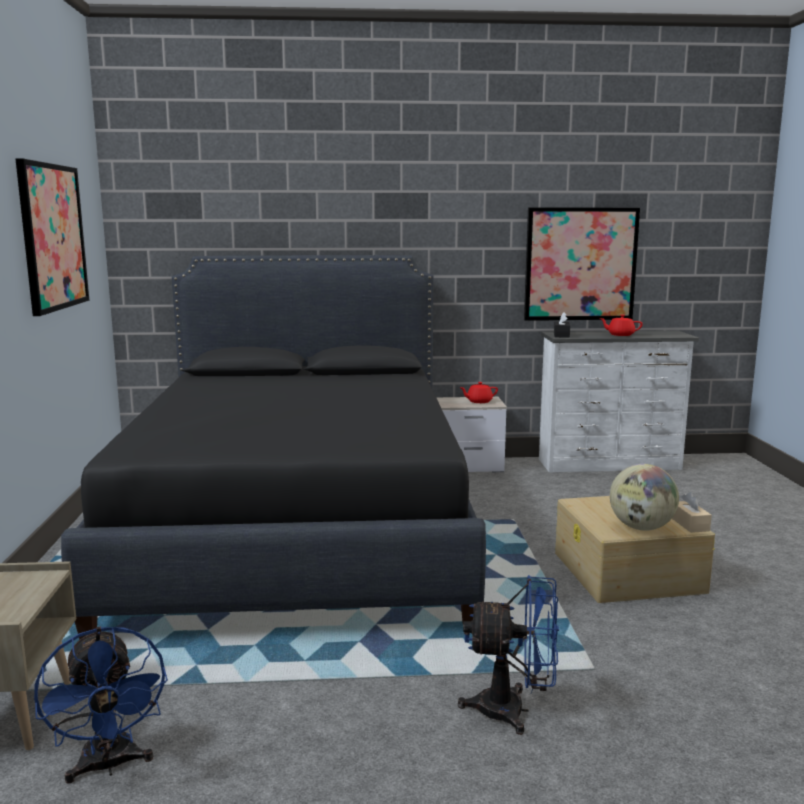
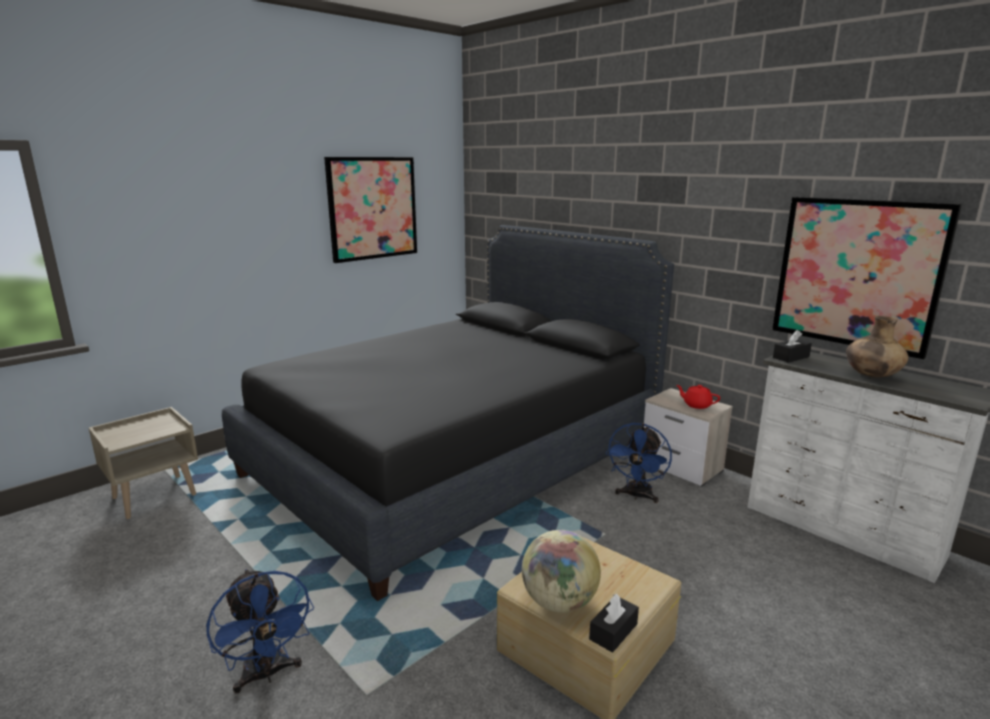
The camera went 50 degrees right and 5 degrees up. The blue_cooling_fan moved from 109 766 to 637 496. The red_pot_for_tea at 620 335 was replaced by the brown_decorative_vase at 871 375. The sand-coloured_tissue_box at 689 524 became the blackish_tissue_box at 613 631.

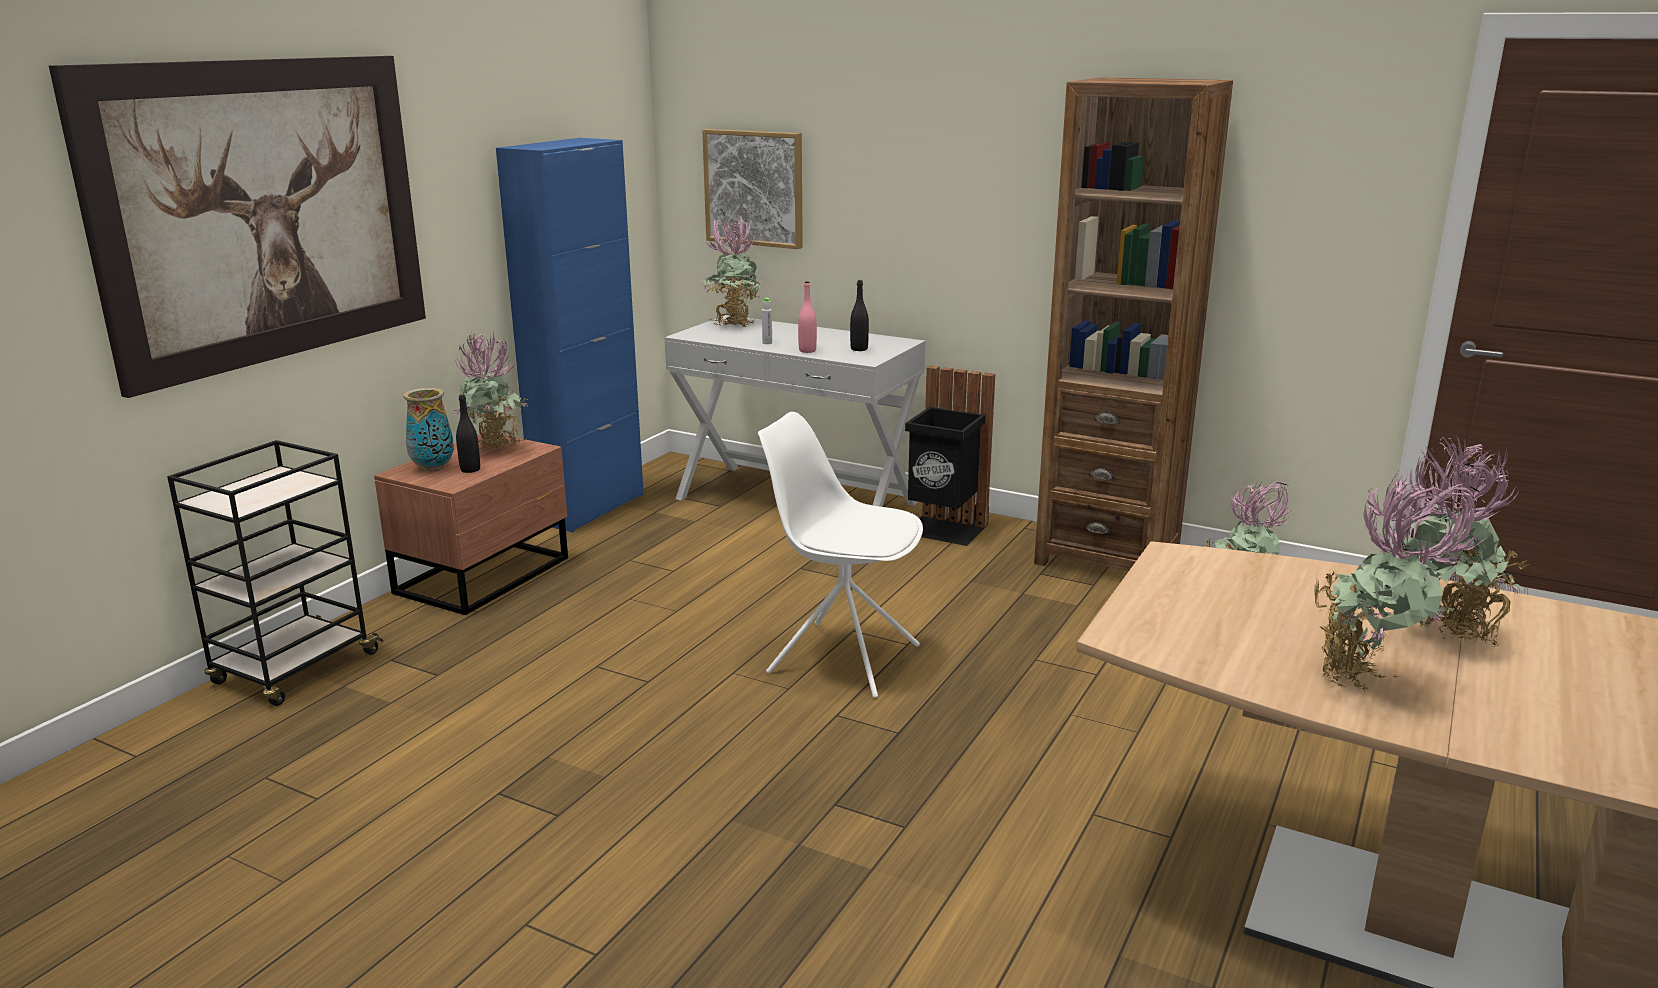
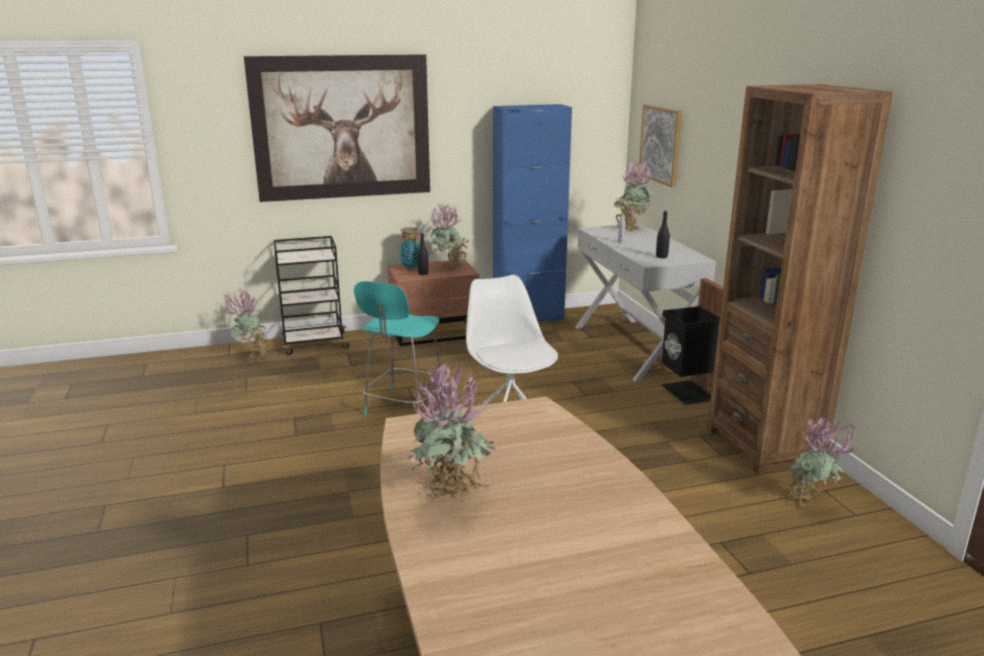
The camera went 45 degrees right and 0 degrees up. The pink_bottle at 807 351 disappeared. The plant_in_a_pot moved from 1443 638 to 251 357. The blue-green_upright_chair at 403 408 appeared.

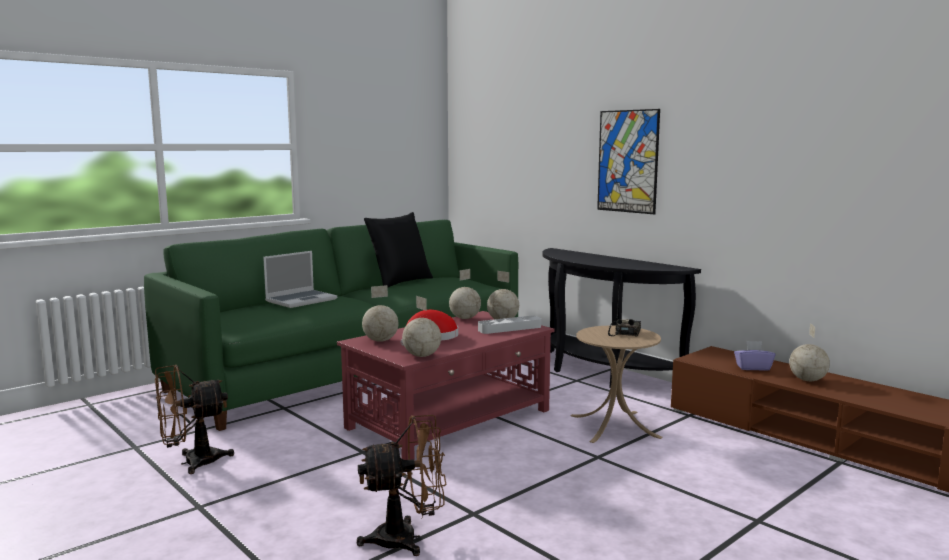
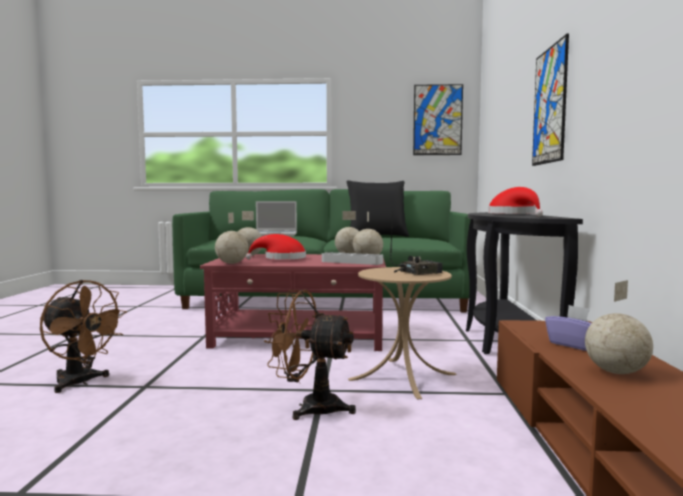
The camera went 45 degrees right and 5 degrees down. The brown_cooling_fan moved from 192 462 to 310 407. The wall_art at 437 120 appeared. The red_clothing_hat at 514 215 appeared.

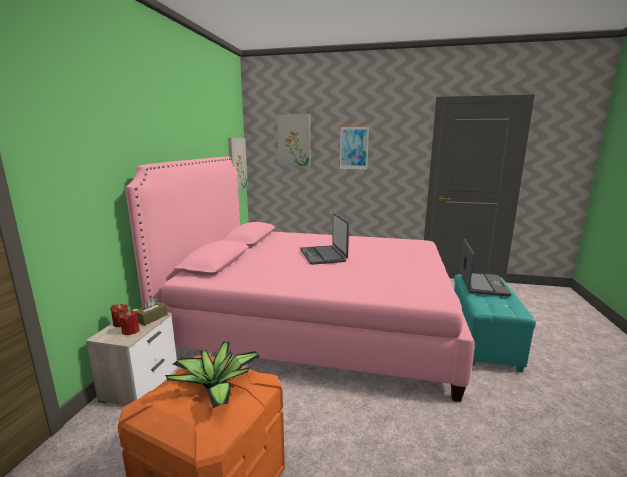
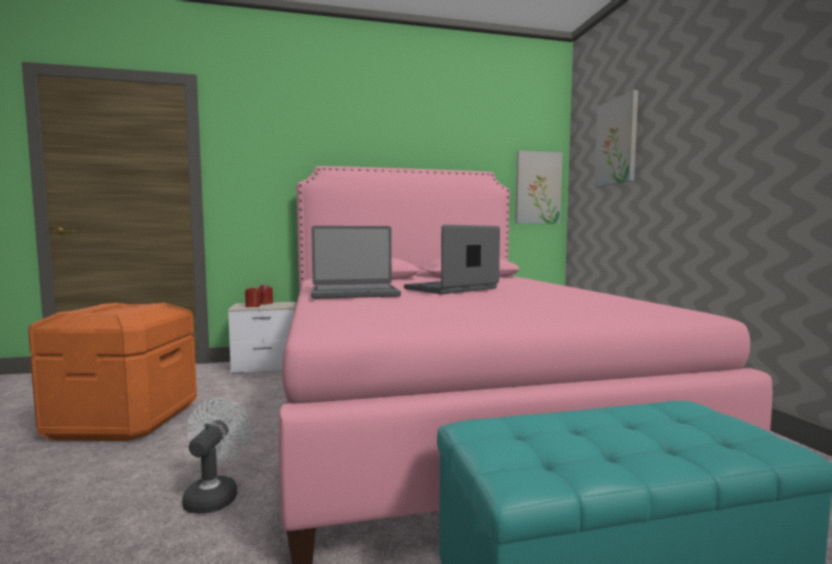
The camera went 65 degrees right and 10 degrees down. The brown_tissue_box at 152 318 disappeared. The plant_in_a_pot at 216 387 disappeared. The wall_art at 354 148 disappeared. The notebook_computer moved from 482 284 to 354 293. The white-coloured_cooling_fan at 214 495 appeared.

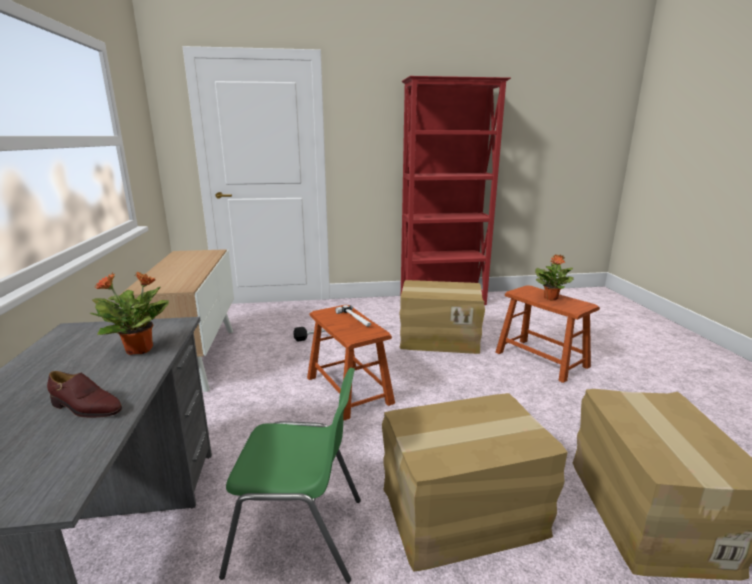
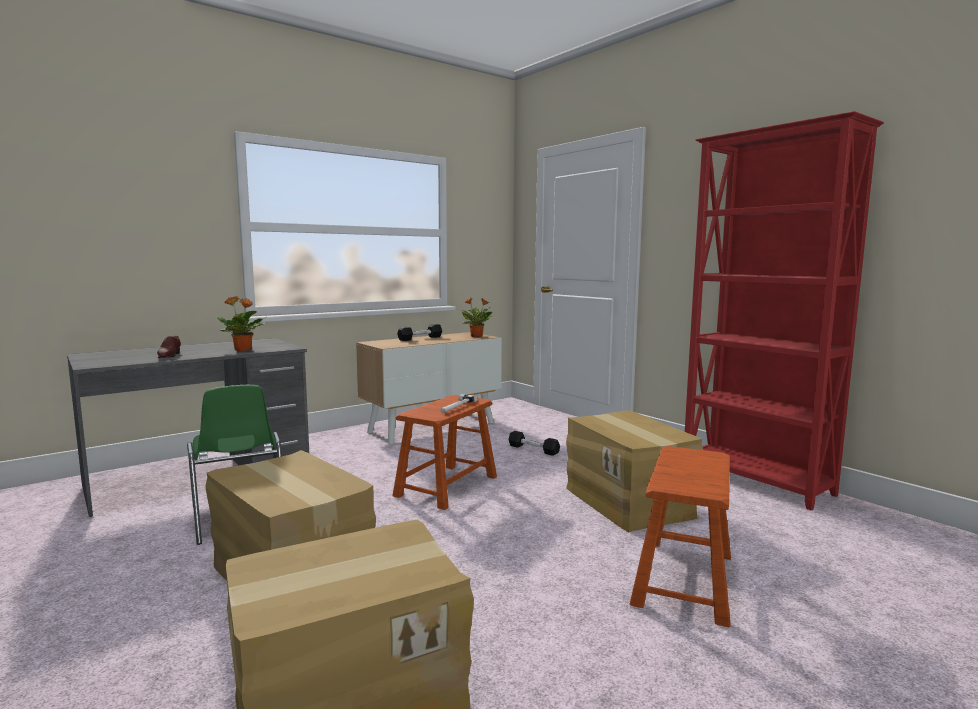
The camera went 60 degrees right and 10 degrees down. The plant_in_a_pot moved from 551 298 to 477 336. The blackish_dumbbell at 420 338 appeared.

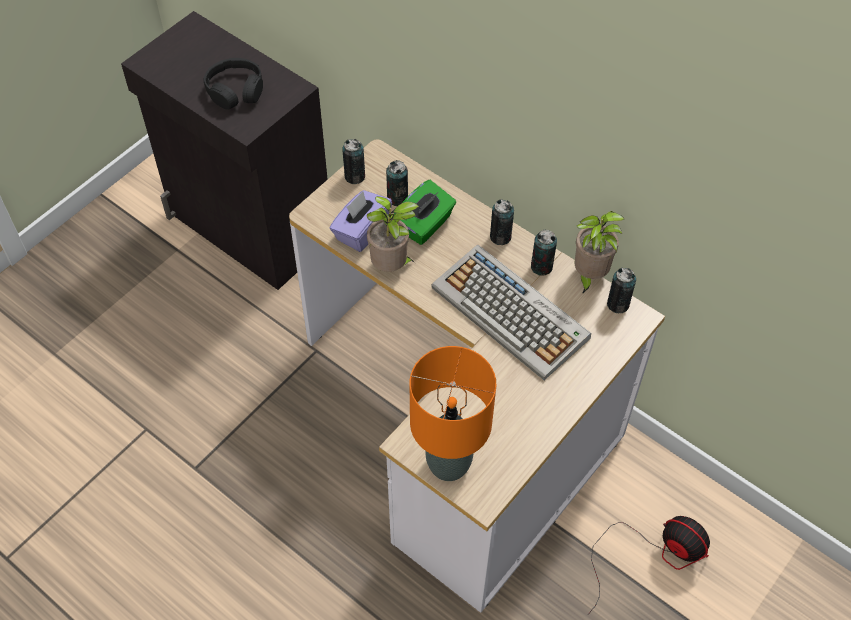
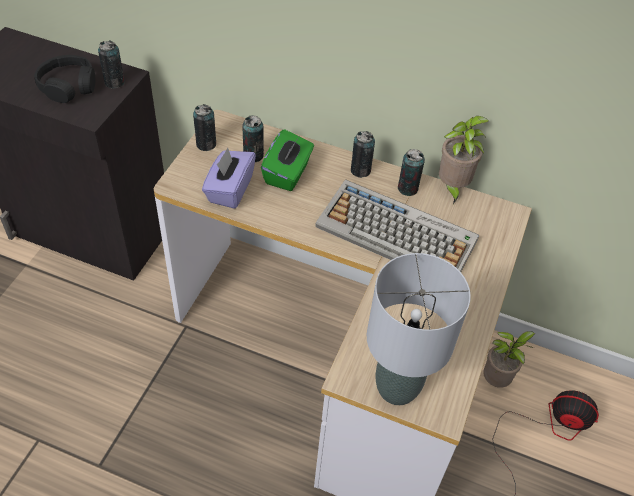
The camera went 20 degrees left and 5 degrees down. The plant_in_a_pot moved from 392 267 to 497 380. The orange-coloured_tabletop_lamp at 448 464 became the gray_tabletop_lamp at 396 388. The metal_can moved from 618 304 to 114 82.

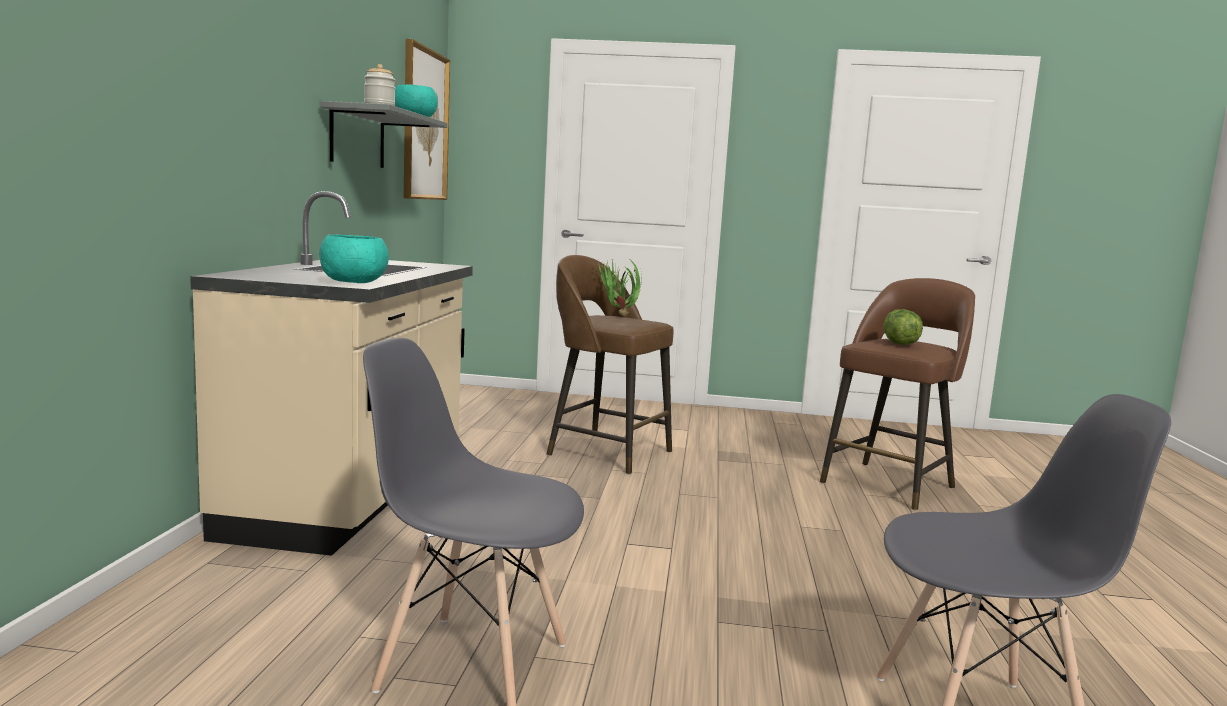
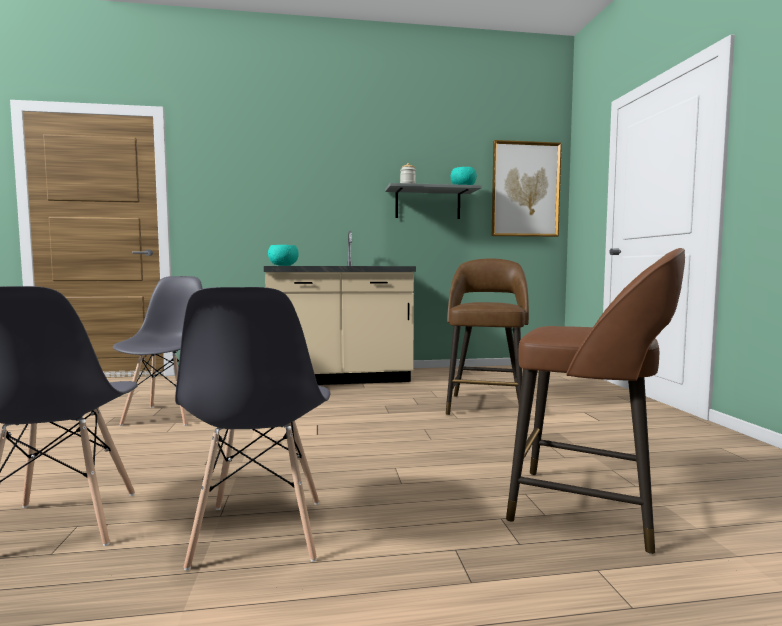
The camera went 75 degrees right and 5 degrees down. The plant_in_a_pot at 618 317 disappeared. The head_of_lettuce at 898 343 disappeared. The gray_upright_chair at 259 533 appeared.

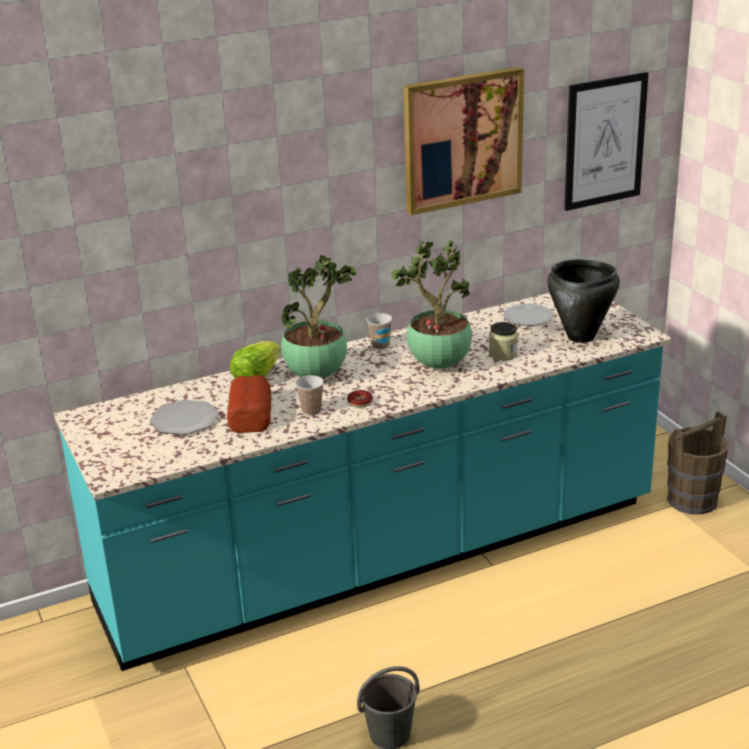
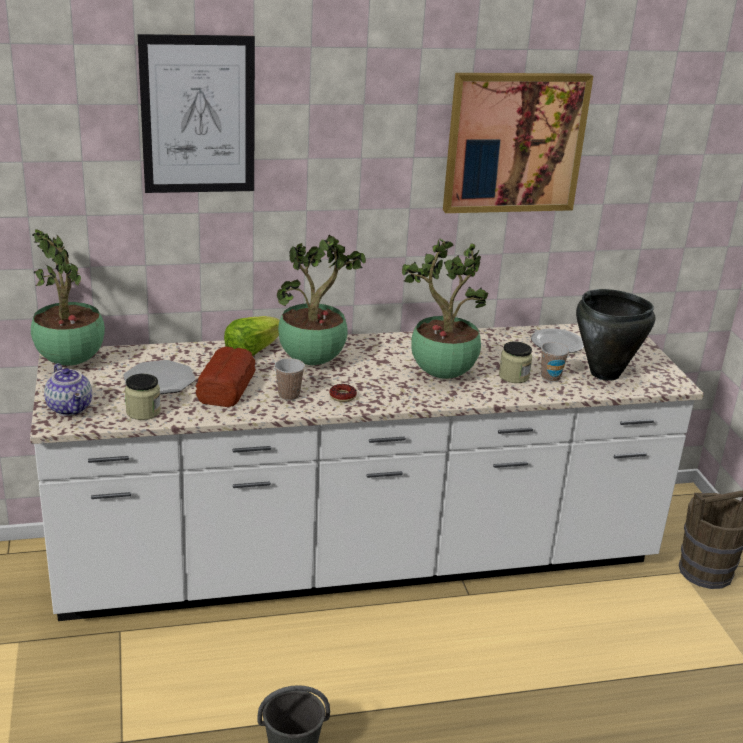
The camera went 10 degrees right and 0 degrees up. The blue-green_counter at 381 557 became the white-coloured_counter at 359 561. The drinking_cup moved from 380 345 to 550 377. The wall_art moved from 604 141 to 198 115. The plant_in_a_pot at 71 362 appeared. The pot_for_tea at 71 408 appeared. The storage_jar at 143 412 appeared.

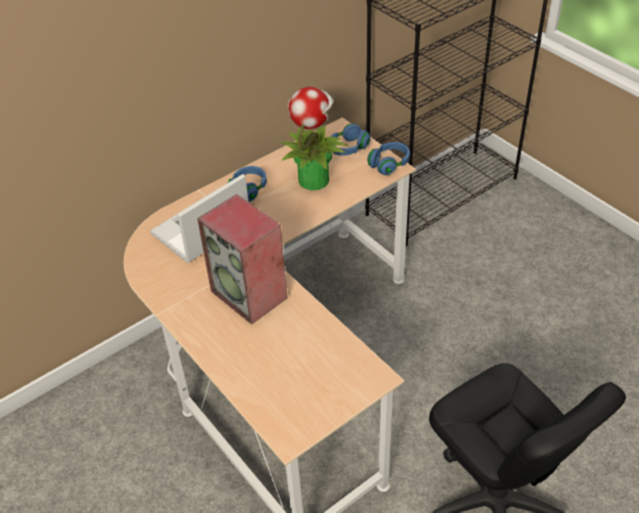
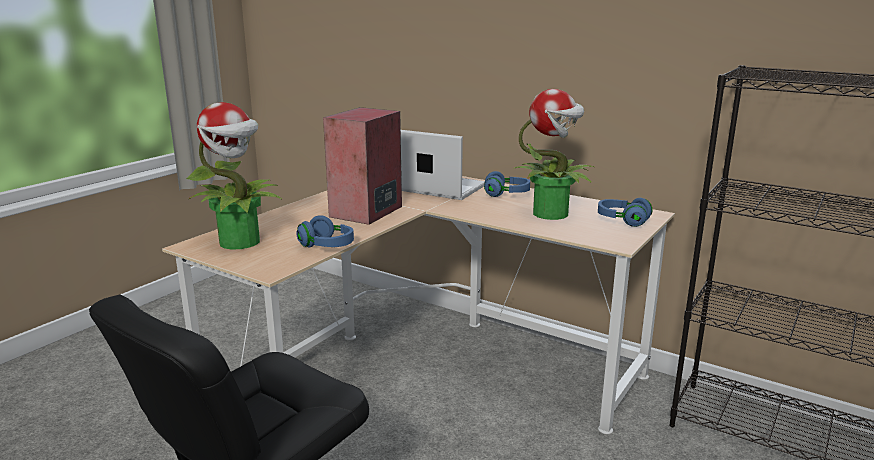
The camera went 70 degrees right and 25 degrees down. The blue_headset moved from 389 164 to 327 246. The plant_in_a_pot at 241 242 appeared.

